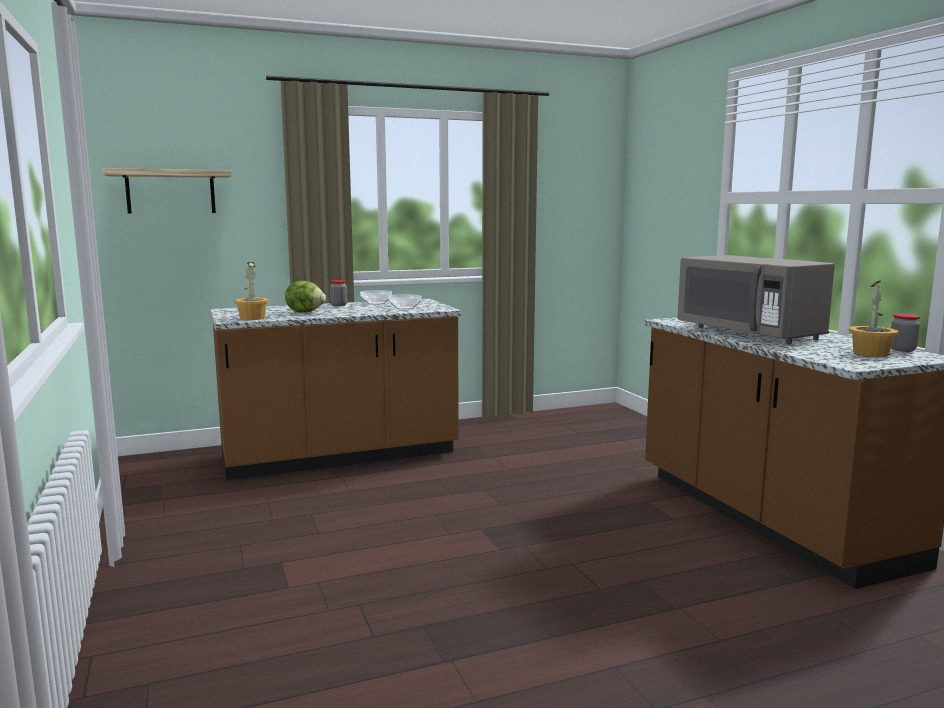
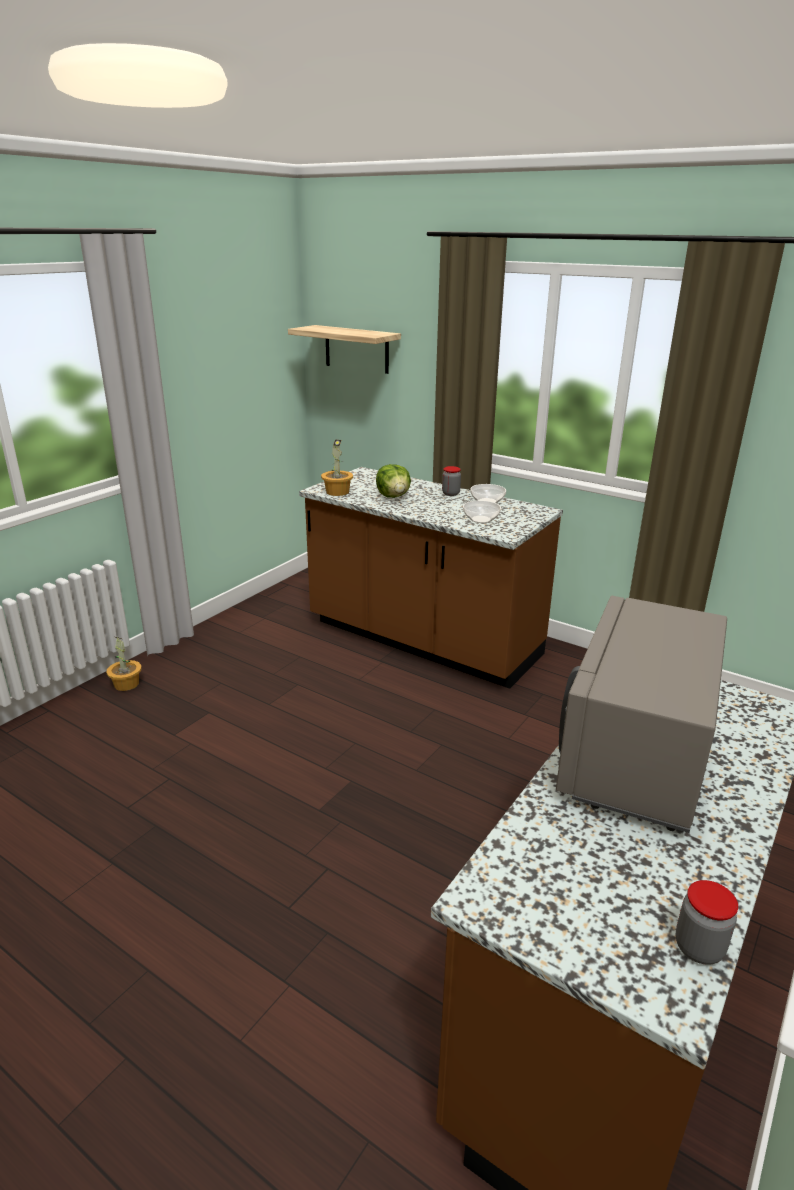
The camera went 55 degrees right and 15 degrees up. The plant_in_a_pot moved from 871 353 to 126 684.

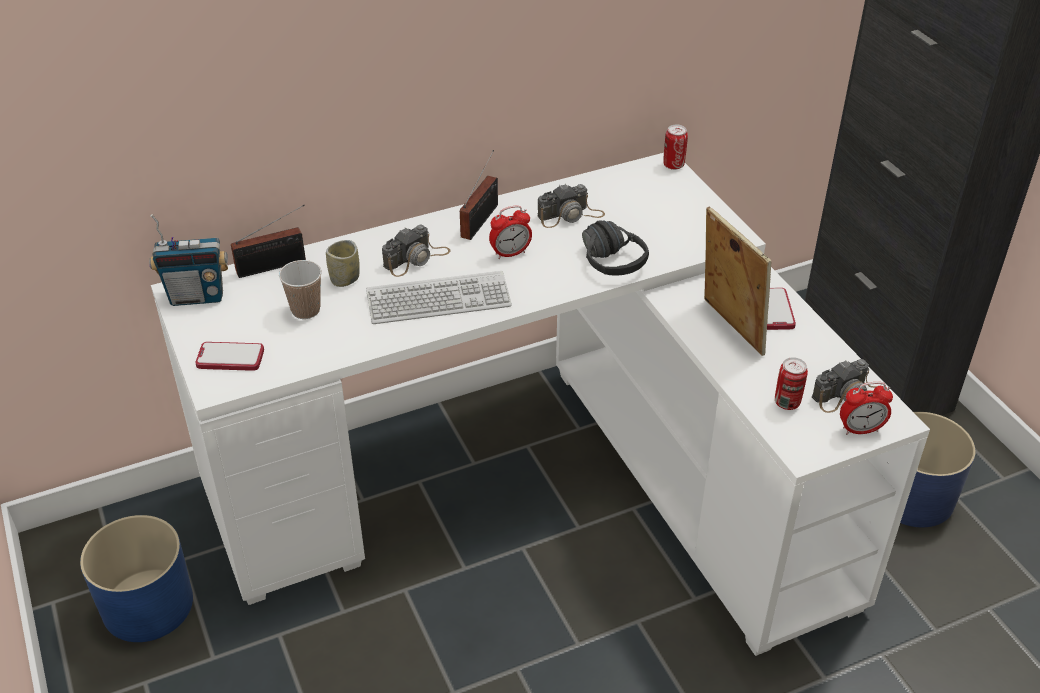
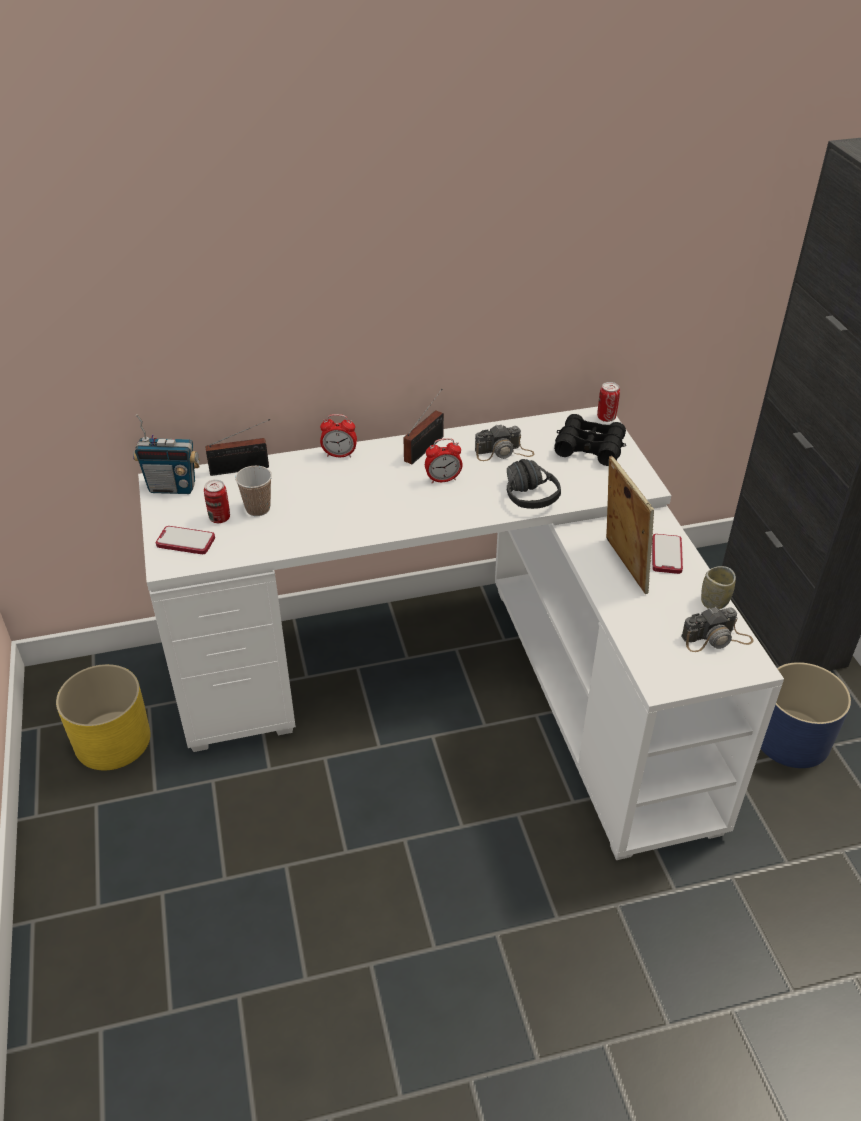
The camera went 10 degrees right and 0 degrees up. The blue_plant_pot at 148 604 became the yellow-coloured_plant_pot at 112 740. The drinking_cup moved from 345 279 to 714 601. The computer_keyboard at 438 300 disappeared. The photo_camera at 416 259 disappeared. The metal_can moved from 787 402 to 219 518. The alarm_clock moved from 860 429 to 339 455. The blackish_field_glasses at 589 447 appeared.

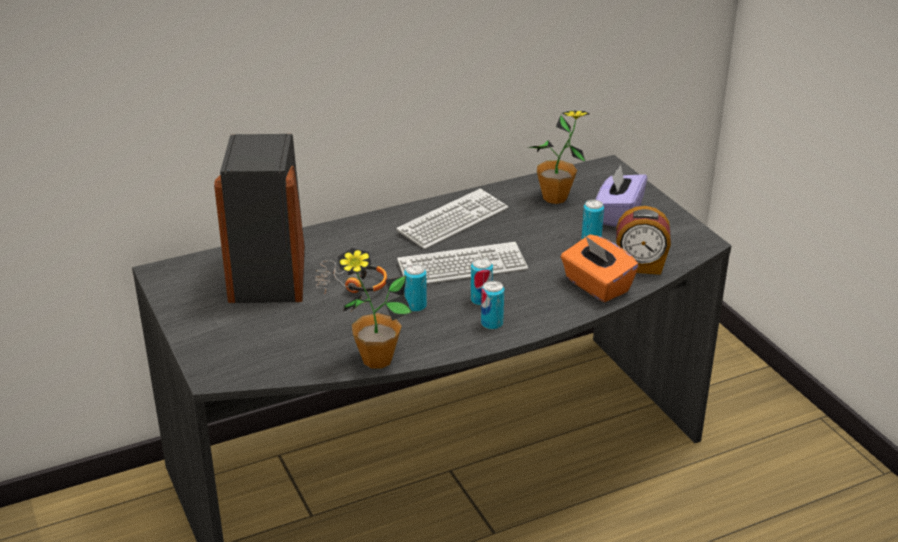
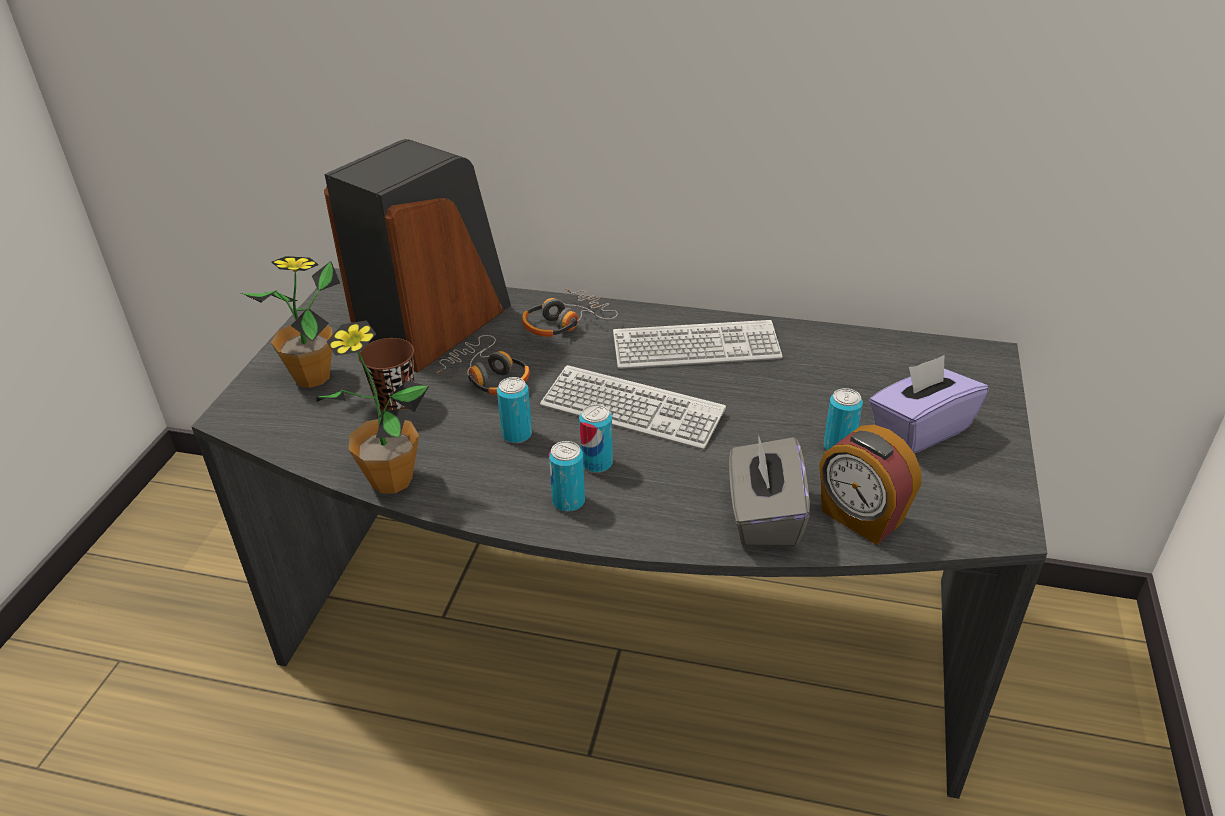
The camera went 40 degrees right and 5 degrees up. The plant_in_a_pot moved from 555 198 to 312 377. The orange-coloured_tissue_box at 596 286 became the gray_tissue_box at 763 516. The brown_drinking_cup at 395 401 appeared. The headset at 565 323 appeared.

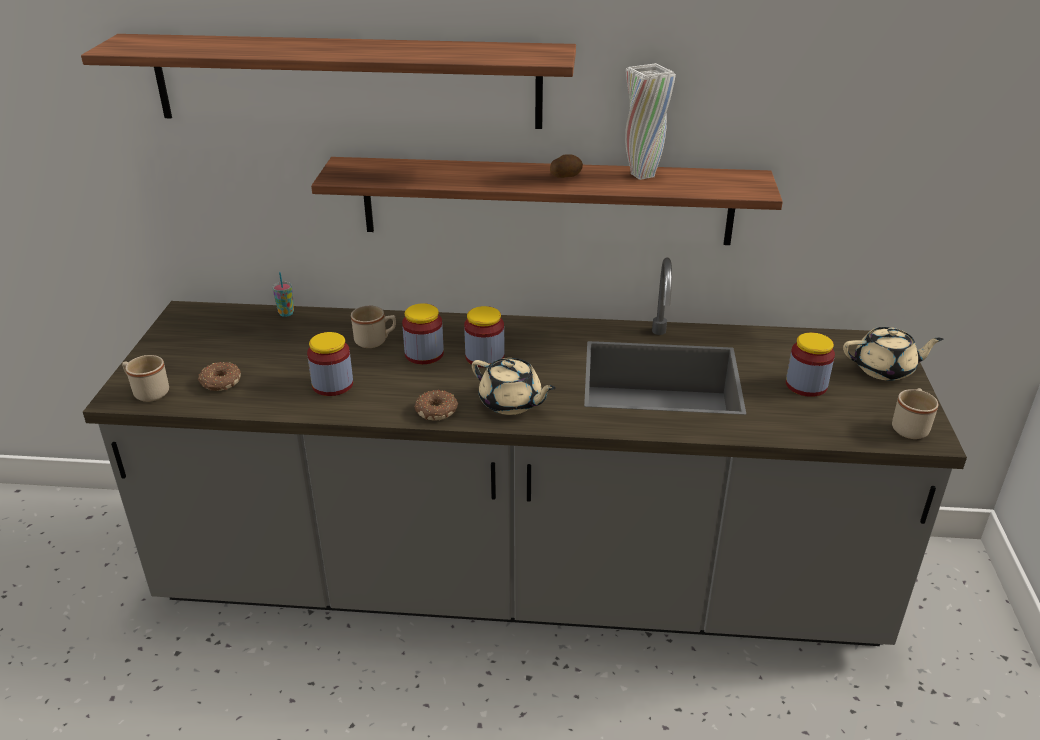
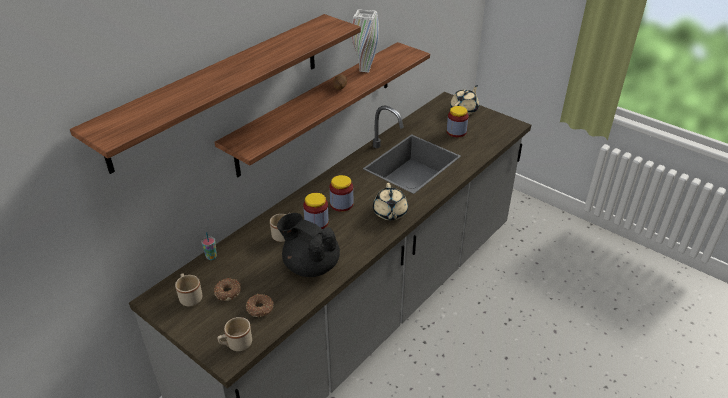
The camera went 55 degrees left and 5 degrees up. The storage_jar at 332 384 was replaced by the blackish_pot_for_tea at 310 265. The donut moved from 437 410 to 228 292. The sand-coloured_pot_for_tea at 511 403 turned 105 degrees clockwise. The sand-coloured_coffee_mug moved from 910 426 to 190 296.

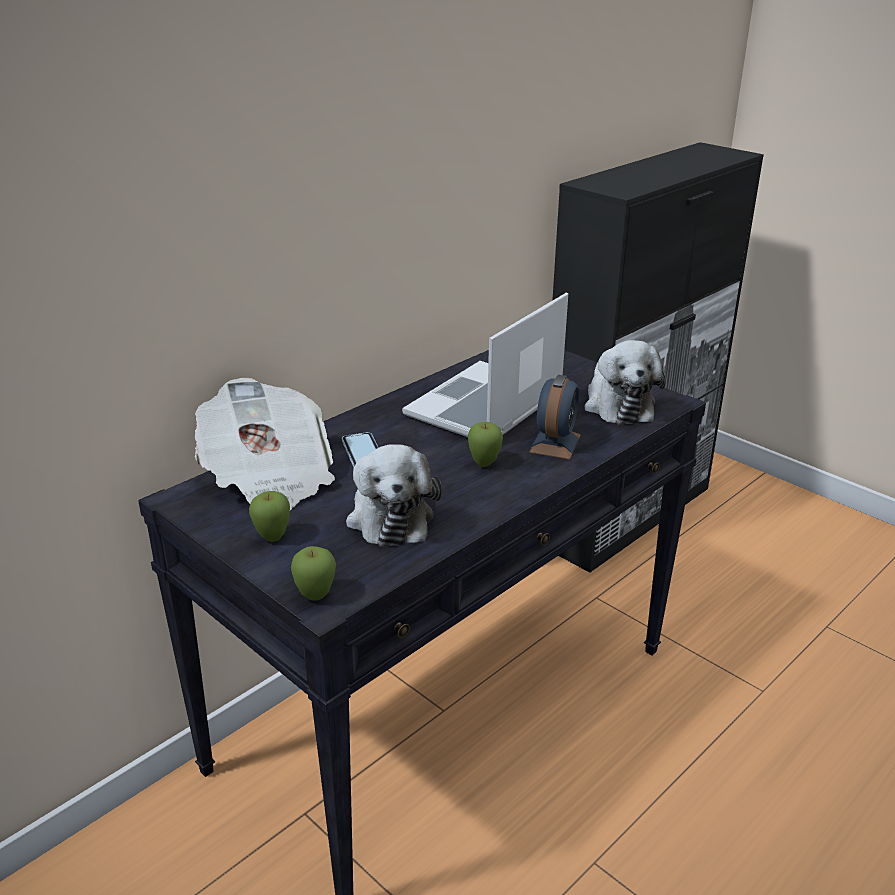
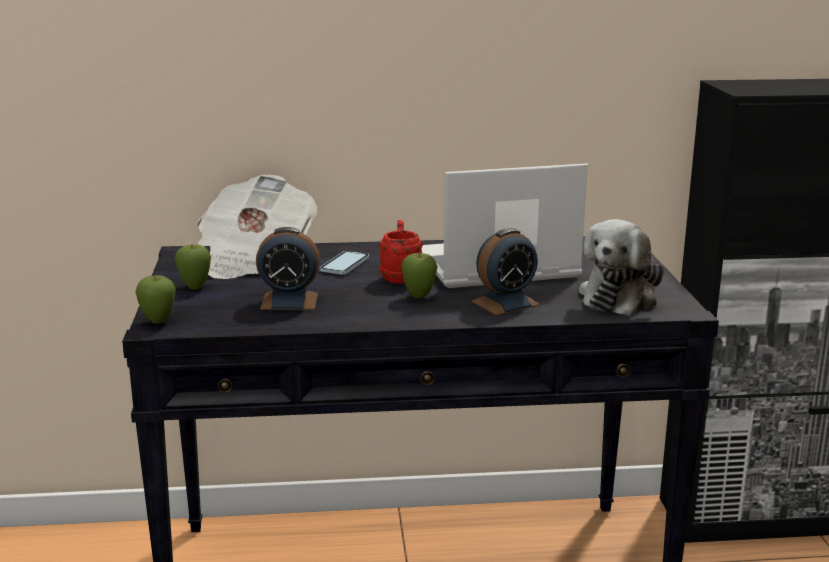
The camera went 40 degrees right and 10 degrees down. The cuddly_toy at 390 516 was replaced by the alarm_clock at 289 301. The red_coffee_mug at 400 277 appeared.

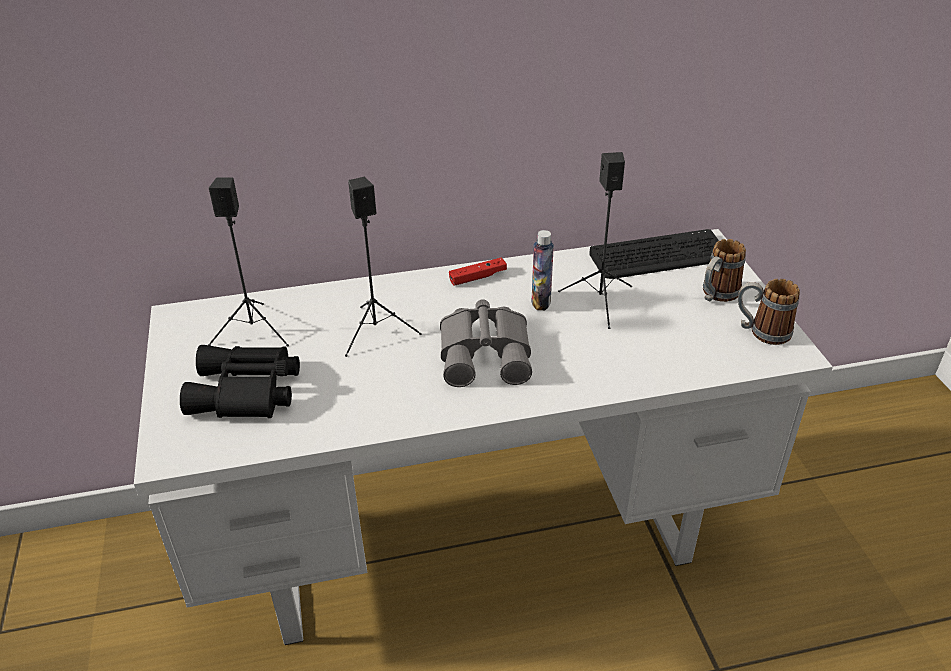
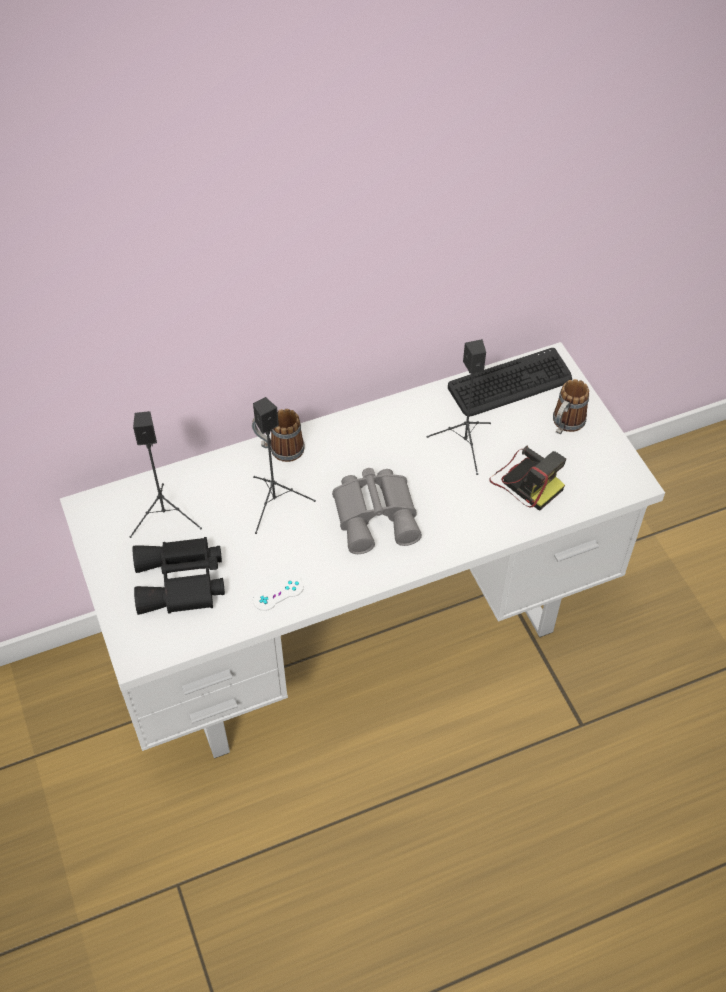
The camera went 10 degrees left and 15 degrees up. The red_gamepad at 478 277 disappeared. The bottle at 541 301 disappeared. The coffee_mug moved from 761 332 to 279 449. The white-coloured_gamepad at 278 593 appeared. The photo_camera at 526 481 appeared.

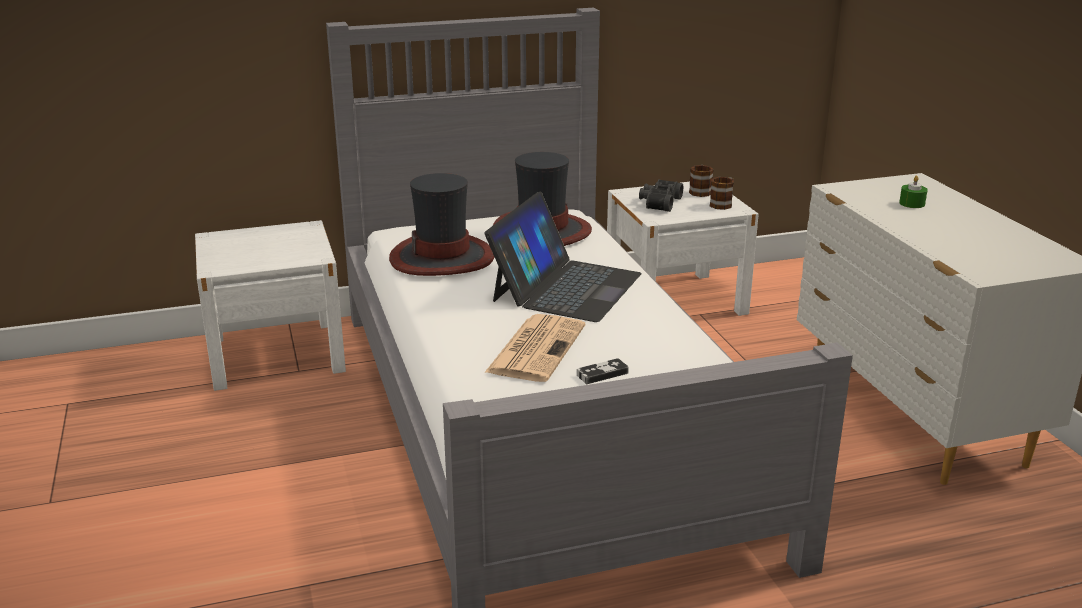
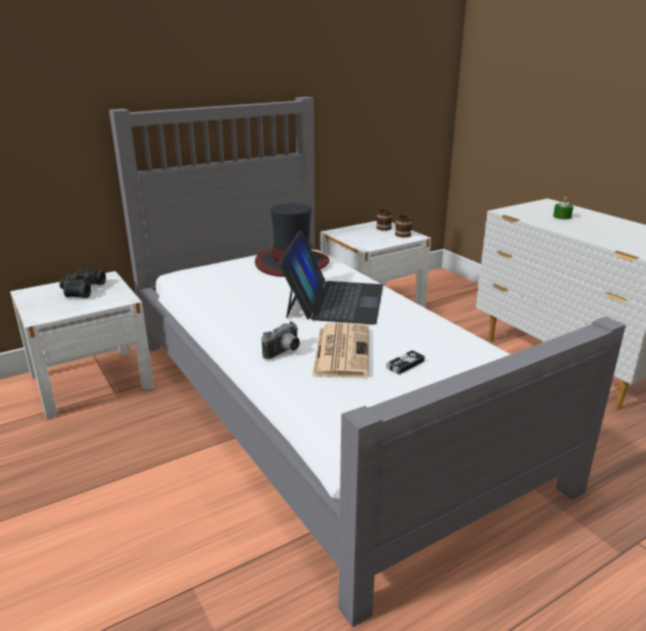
The camera went 15 degrees left and 0 degrees up. The clothing_hat at 442 257 disappeared. The blackish_field_glasses moved from 659 202 to 81 289. The photo_camera at 284 352 appeared.

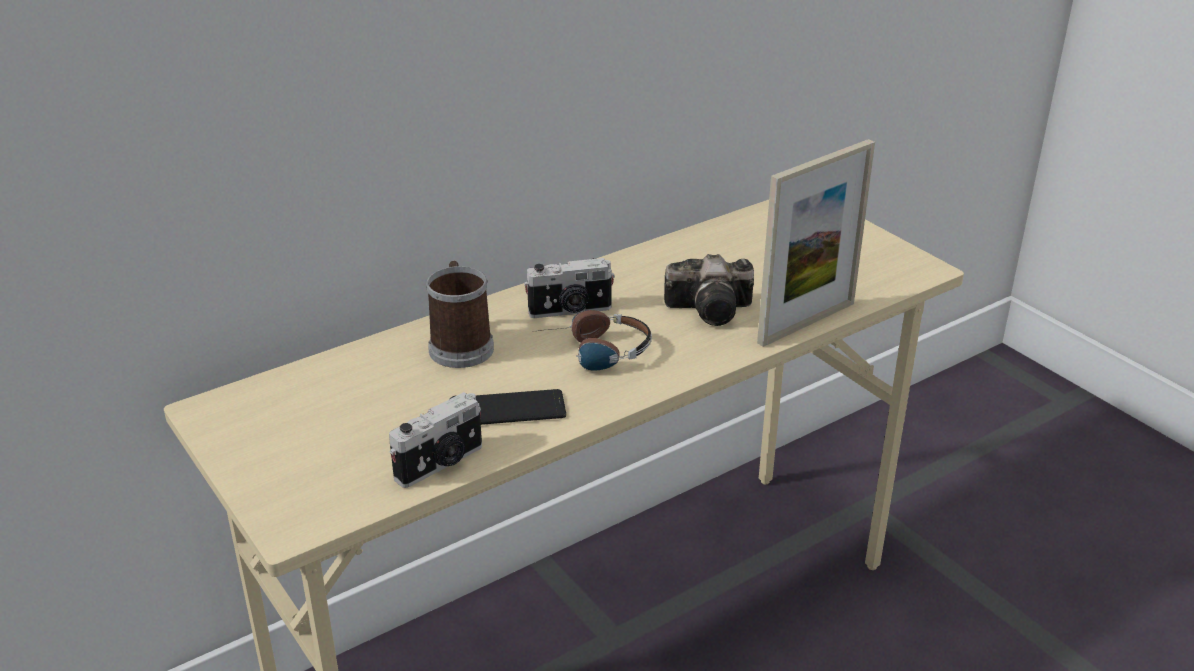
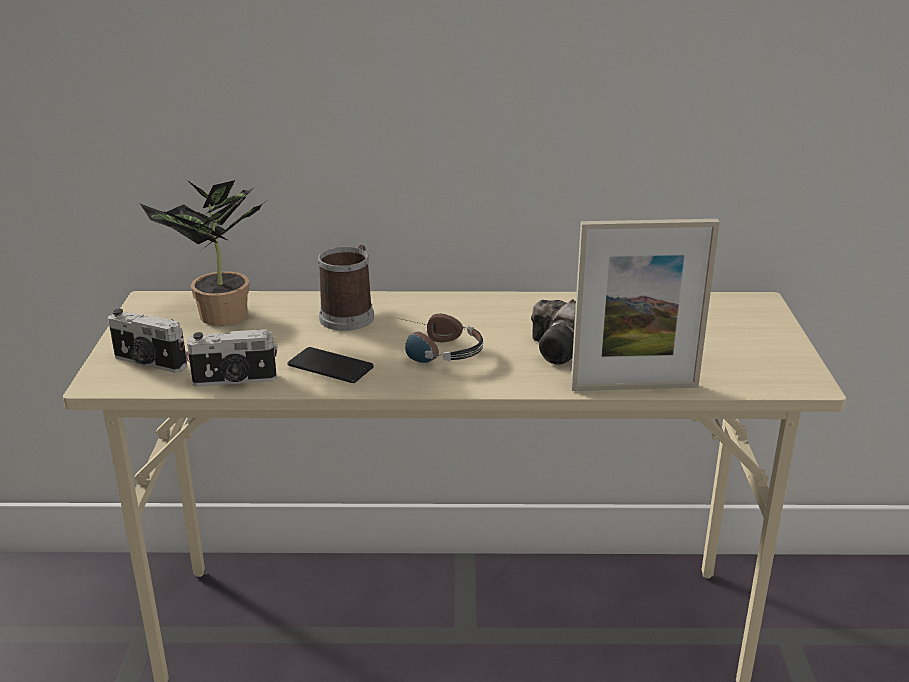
The camera went 35 degrees right and 5 degrees down. The photo_camera moved from 570 311 to 149 363. The plant_in_a_pot at 217 317 appeared.

